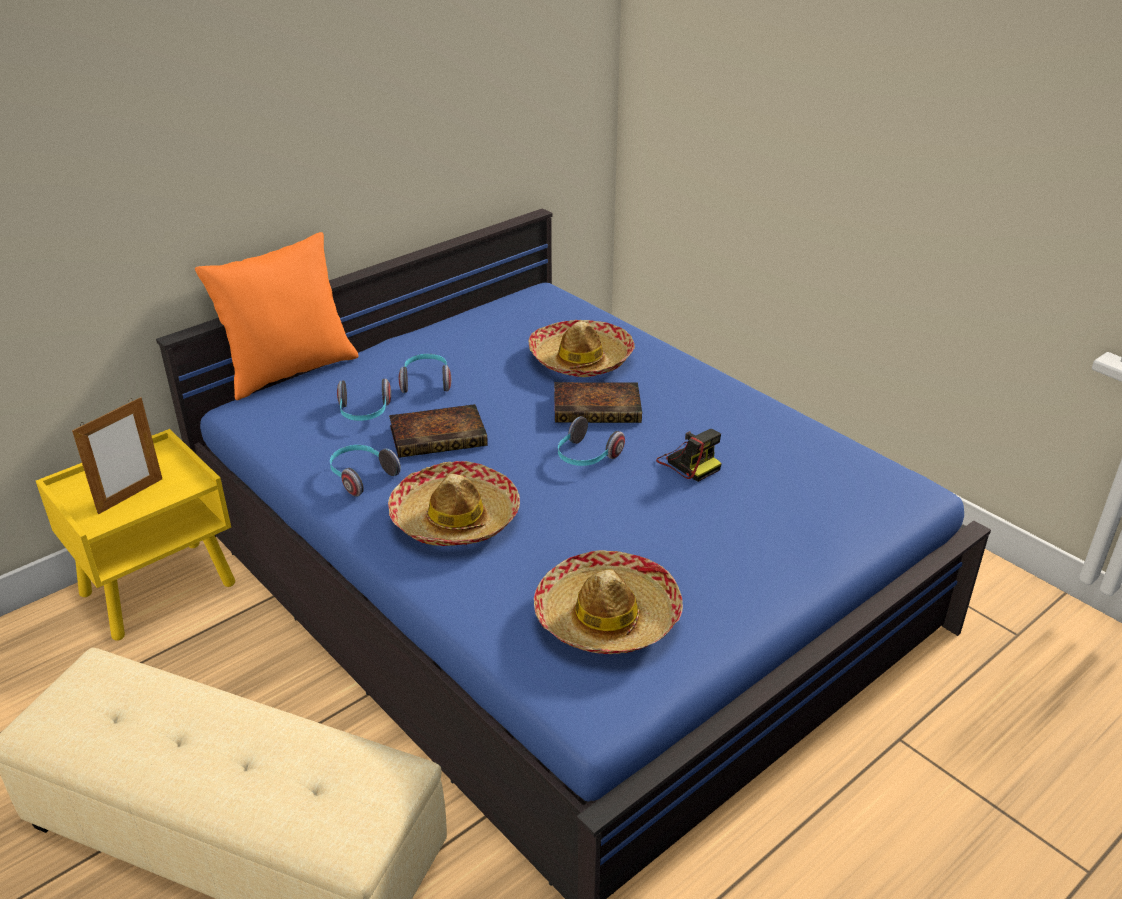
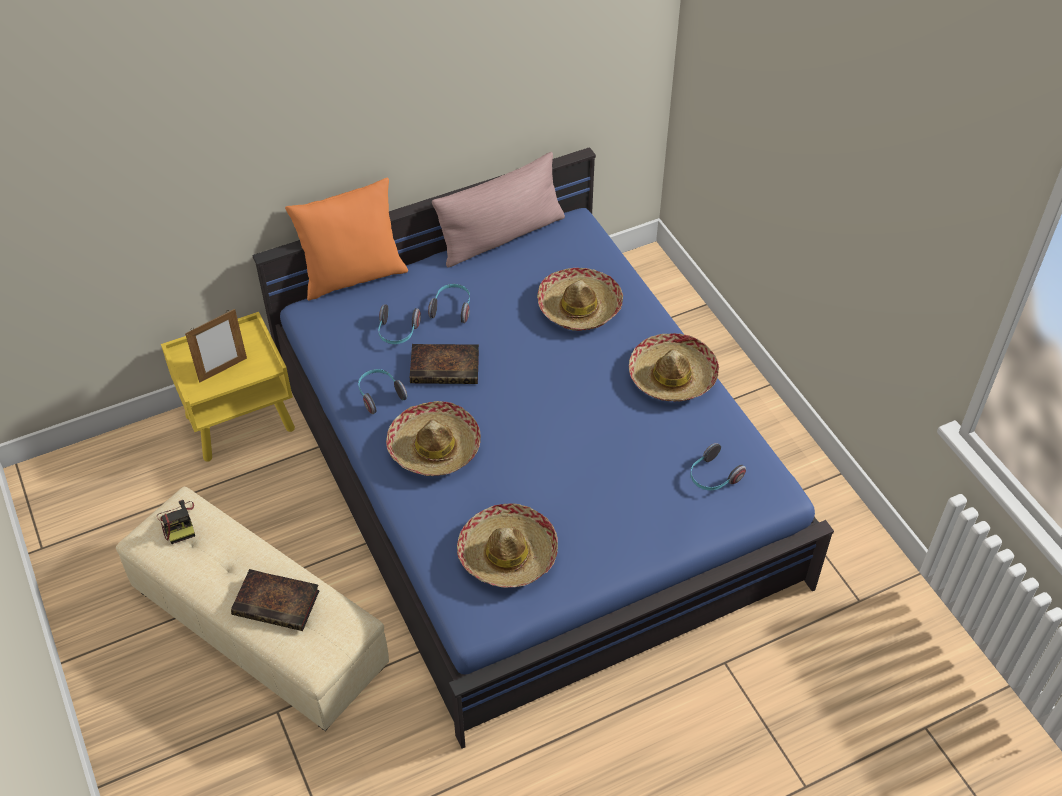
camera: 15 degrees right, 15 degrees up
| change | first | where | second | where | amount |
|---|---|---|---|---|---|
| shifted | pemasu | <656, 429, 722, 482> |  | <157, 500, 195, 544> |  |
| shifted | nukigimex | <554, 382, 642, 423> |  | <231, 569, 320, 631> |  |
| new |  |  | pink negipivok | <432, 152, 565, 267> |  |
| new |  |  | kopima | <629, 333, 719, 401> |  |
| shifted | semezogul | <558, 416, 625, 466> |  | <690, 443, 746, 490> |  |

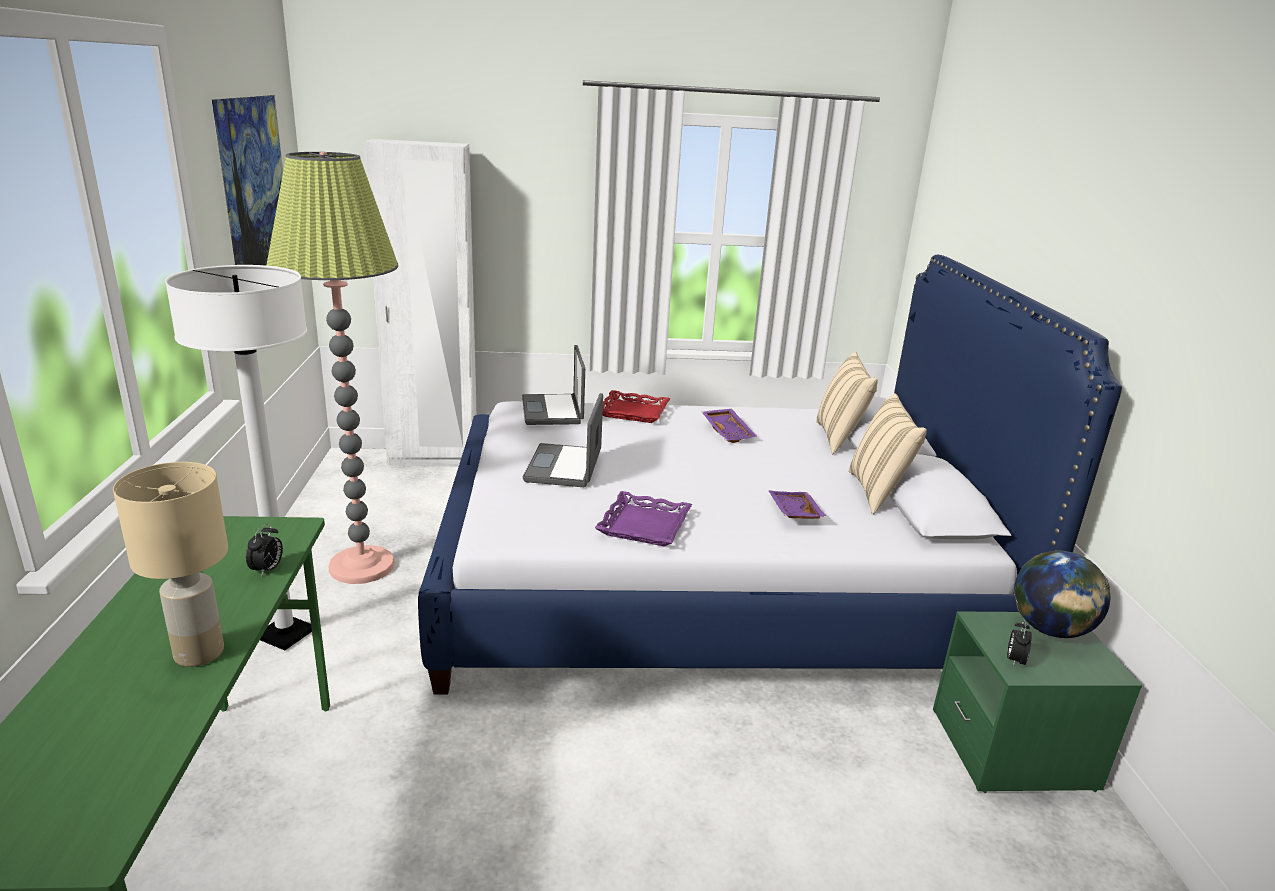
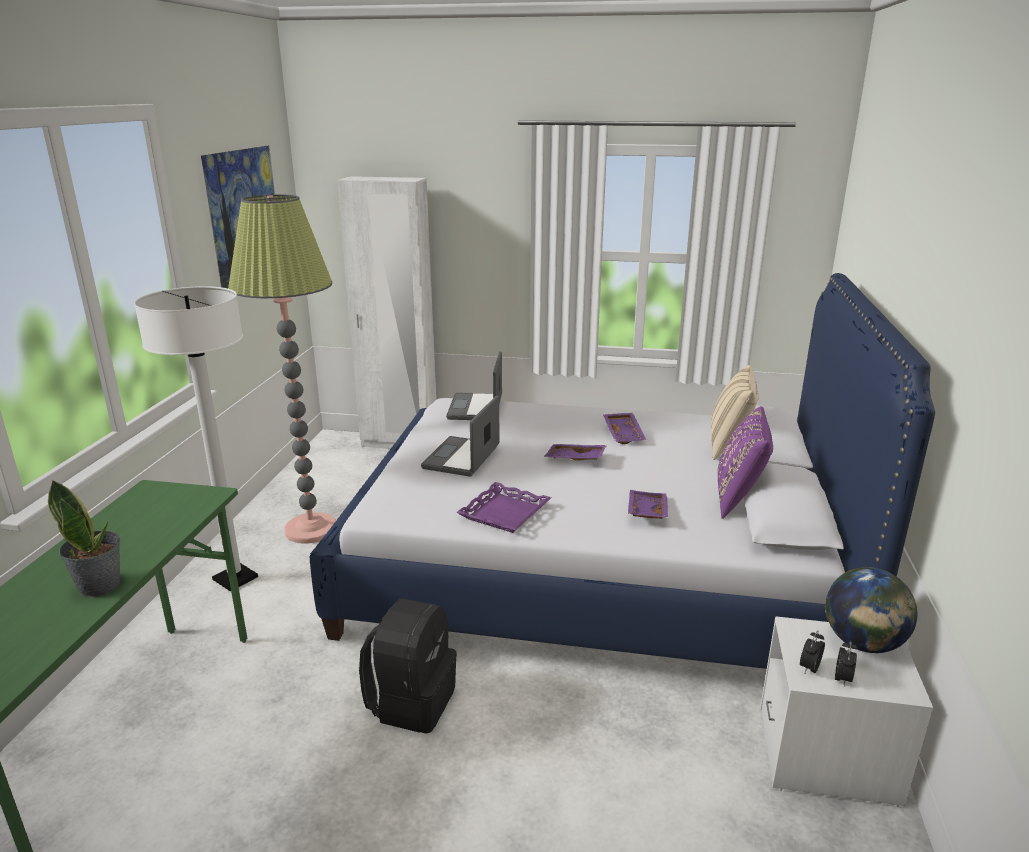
camera: 15 degrees right, 0 degrees up
| change | first | where | second | where | amount |
|---|---|---|---|---|---|
| swapped | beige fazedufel | <113, 462, 228, 667> | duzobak | <48, 479, 121, 597> |  |
| new |  |  | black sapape | <359, 599, 457, 734> |  |
| new |  |  | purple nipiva | <544, 444, 607, 461> |  |
| repainted | beige negipivok | <849, 393, 927, 515> | purple negipivok | <718, 406, 773, 519> |  |
| repainted | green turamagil | <933, 611, 1142, 793> | white turamagil | <760, 616, 933, 807> |  |
| shifted | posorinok | <246, 523, 283, 576> |  | <835, 641, 857, 686> |  |
| gone | red nipiva | <603, 390, 670, 423> |  |  |  |

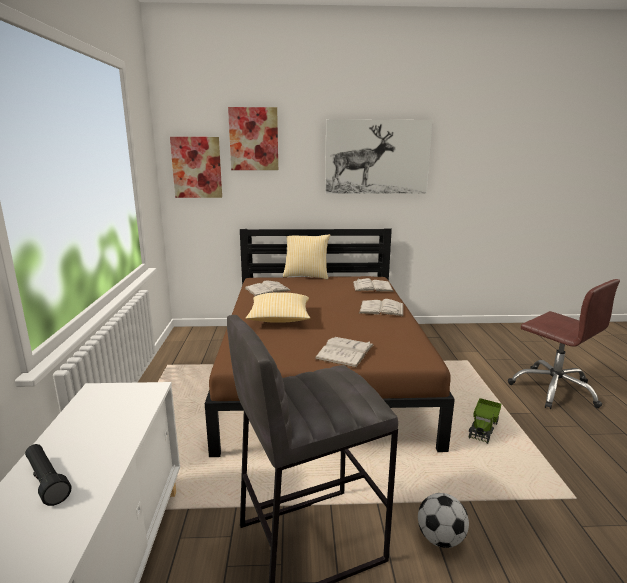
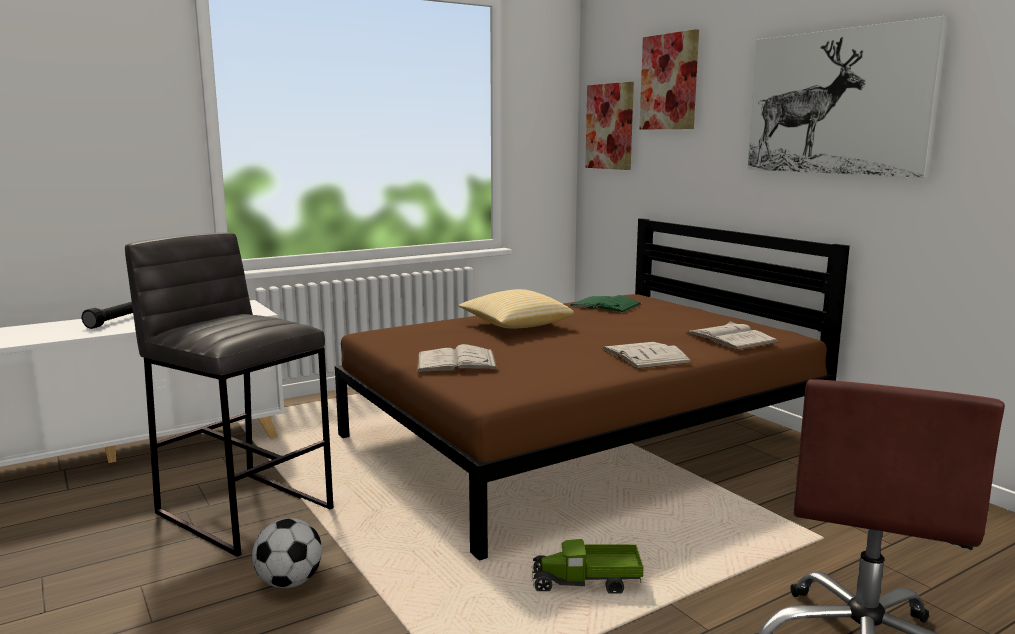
camera: 60 degrees right, 5 degrees down
| change | first | where | second | where | amount |
|---|---|---|---|---|---|
| repainted | white nukigimex | <245, 281, 292, 296> | green nukigimex | <569, 295, 642, 313> |  |
| gone | negipivok | <283, 234, 330, 280> |  |  |  |

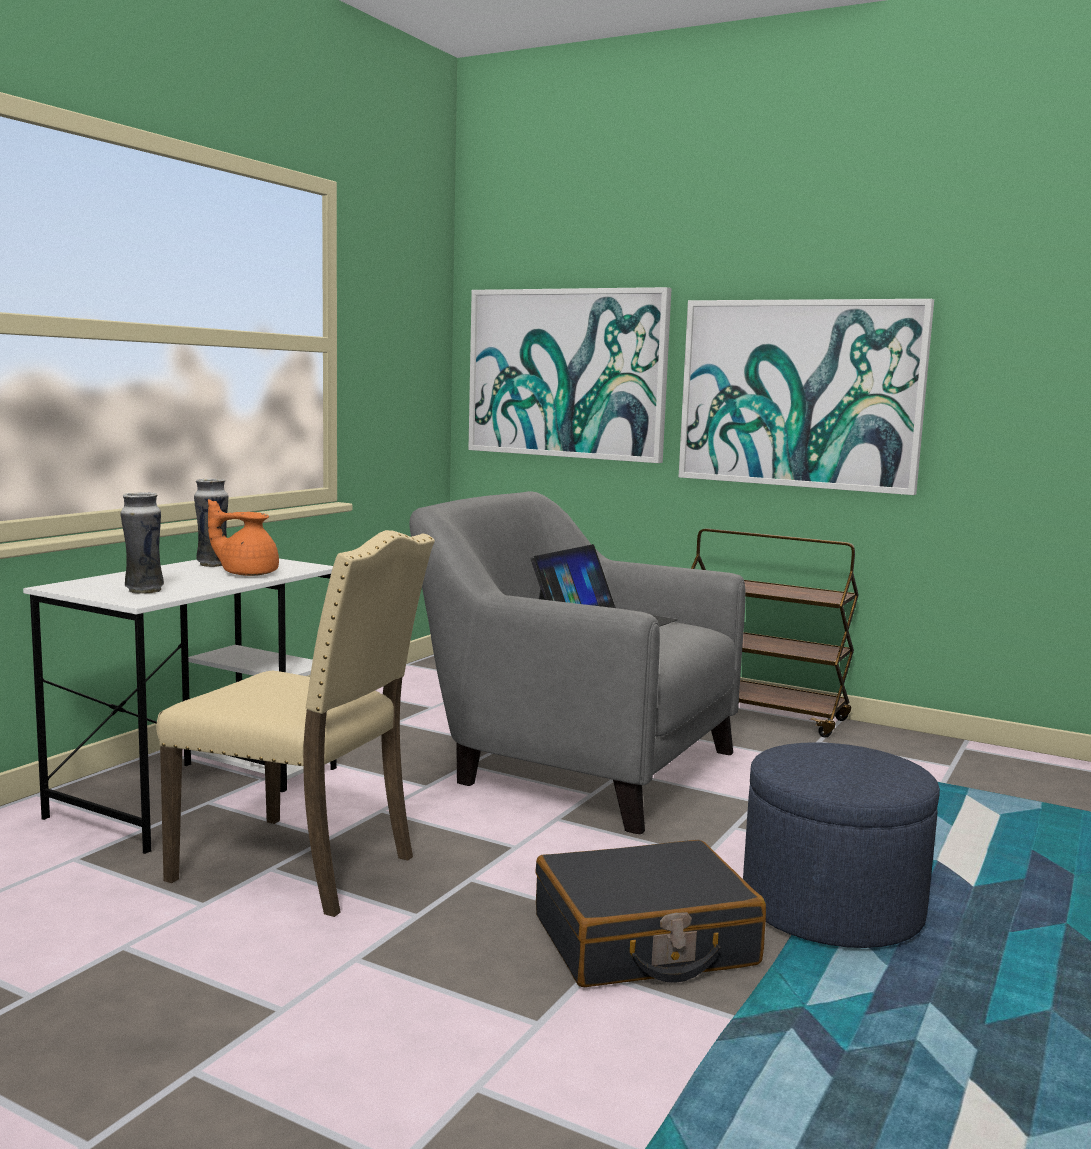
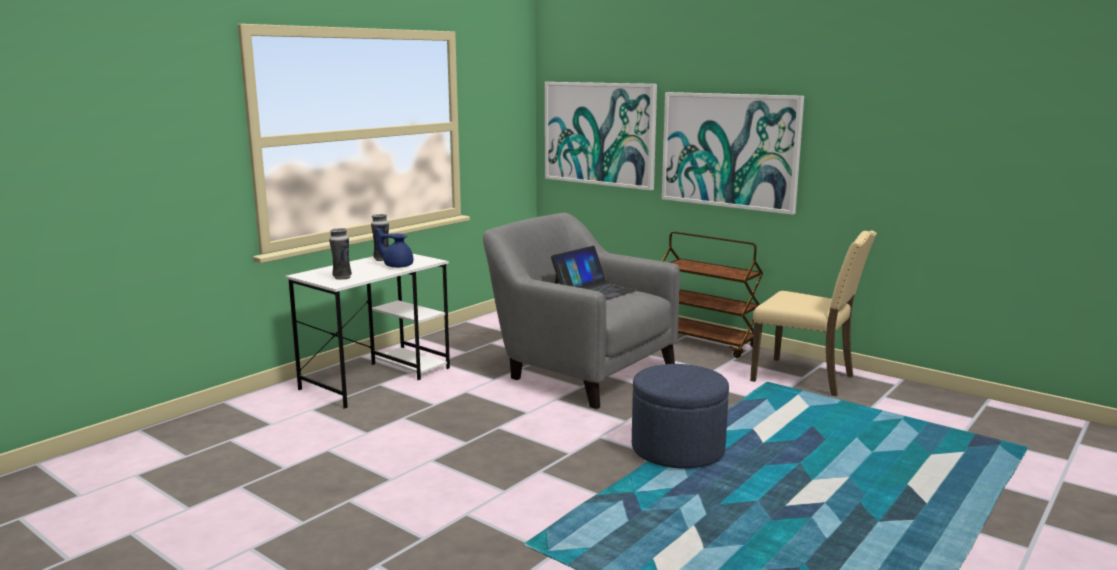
camera: 10 degrees right, 5 degrees up
| change | first | where | second | where | amount |
|---|---|---|---|---|---|
| repainted | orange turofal | <208, 499, 279, 576> | blue turofal | <376, 227, 413, 268> |  |
| shifted | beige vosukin | <156, 530, 435, 917> |  | <750, 230, 877, 396> |  |
| gone | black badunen | <535, 840, 766, 987> |  |  |  |

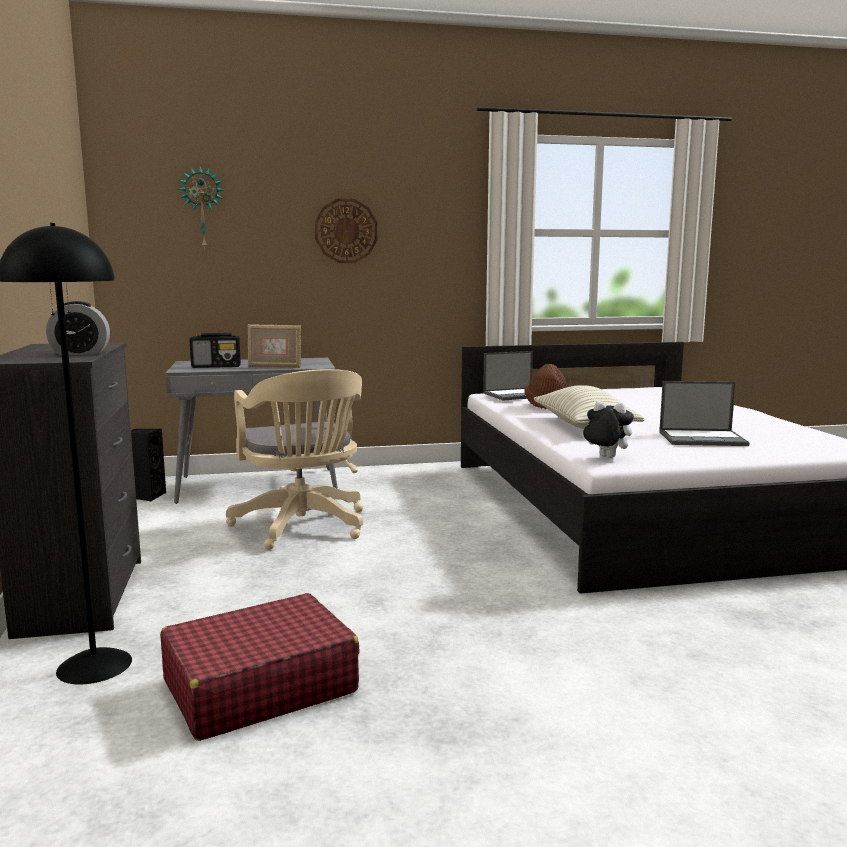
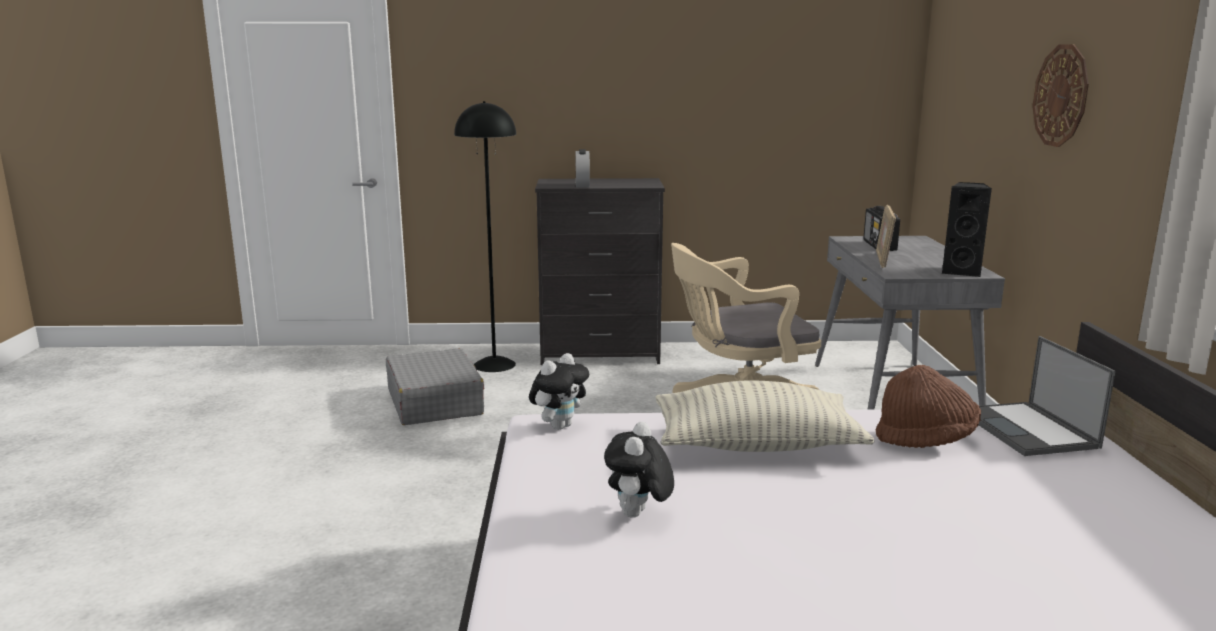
camera: 100 degrees right, 5 degrees up
| change | first | where | second | where | amount |
|---|---|---|---|---|---|
| repainted | red badunen | <160, 593, 360, 741> | grey badunen | <386, 348, 484, 425> |  |
| swapped | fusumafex | <659, 381, 750, 446> | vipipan | <604, 422, 674, 518> |  |
| shifted | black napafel | <131, 429, 166, 502> |  | <942, 182, 992, 277> |  |
| gone | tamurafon | <179, 166, 224, 250> |  |  |  |

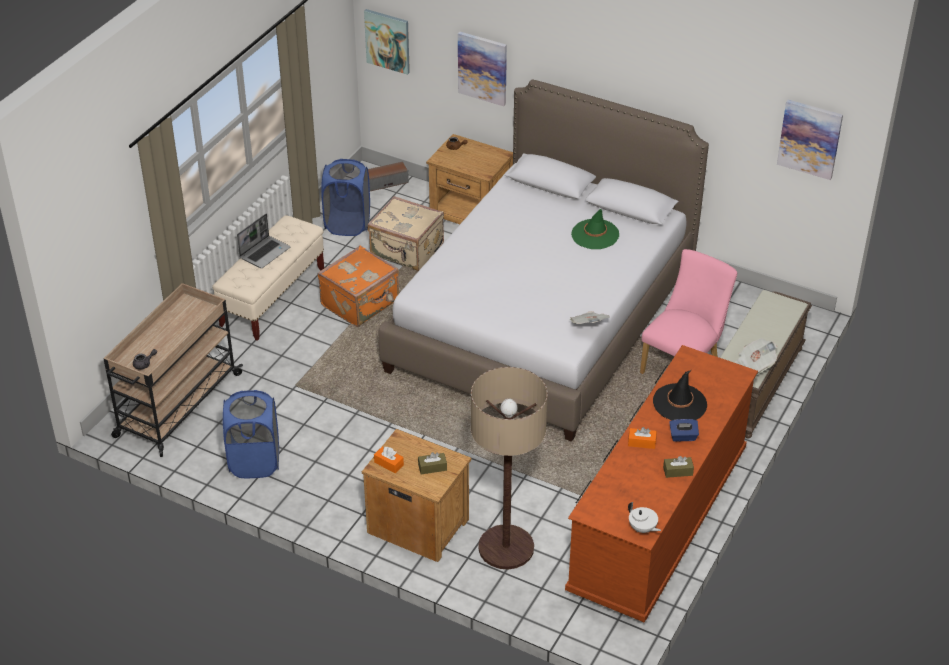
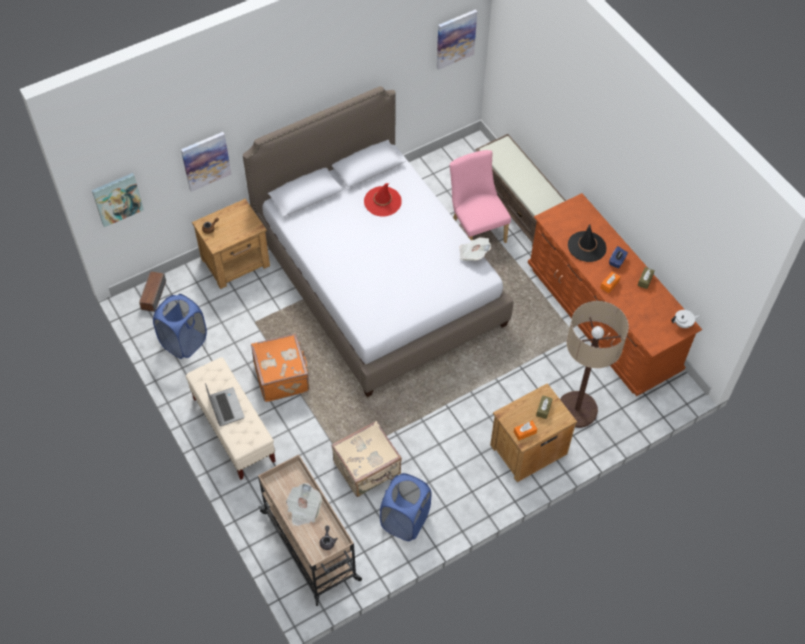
camera: 60 degrees left, 15 degrees up
| change | first | where | second | where | amount |
|---|---|---|---|---|---|
| shifted | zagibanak | <734, 338, 777, 375> |  | <286, 483, 322, 526> |  |
| shifted | beige badunen | <368, 196, 444, 271> |  | <331, 421, 402, 497> |  |
| repainted | green kopima | <571, 209, 619, 249> | red kopima | <364, 183, 402, 217> |  |

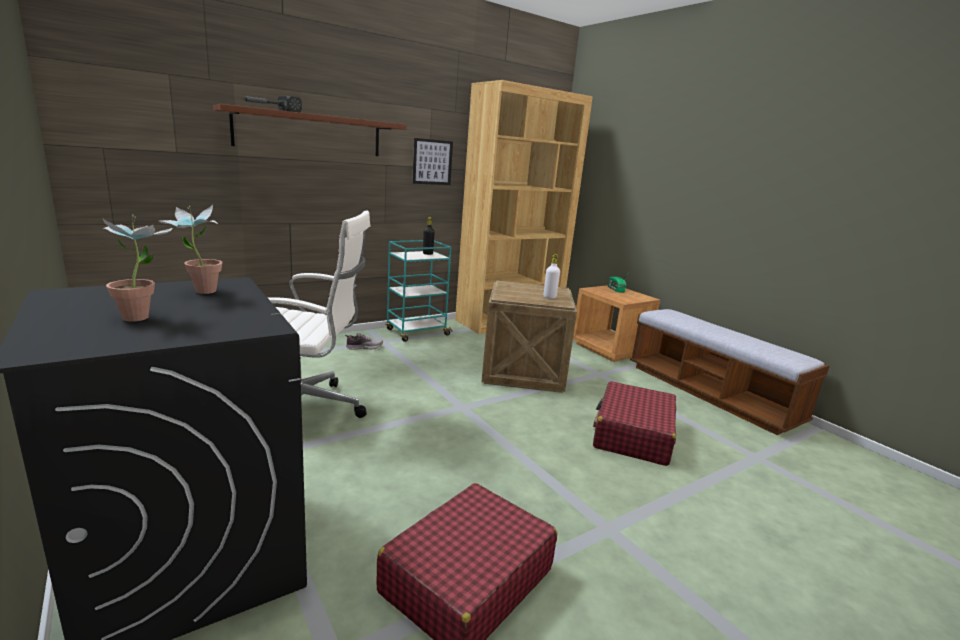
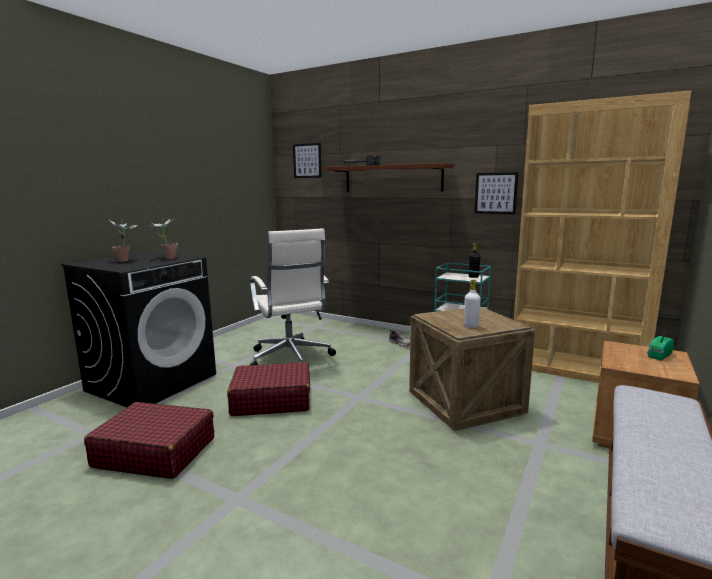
camera: 65 degrees right, 5 degrees down
| change | first | where | second | where | amount |
|---|---|---|---|---|---|
| shifted | red badunen | <593, 381, 676, 466> |  | <227, 362, 310, 416> |  |
| new |  |  | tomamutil | <293, 143, 322, 178> |  |

